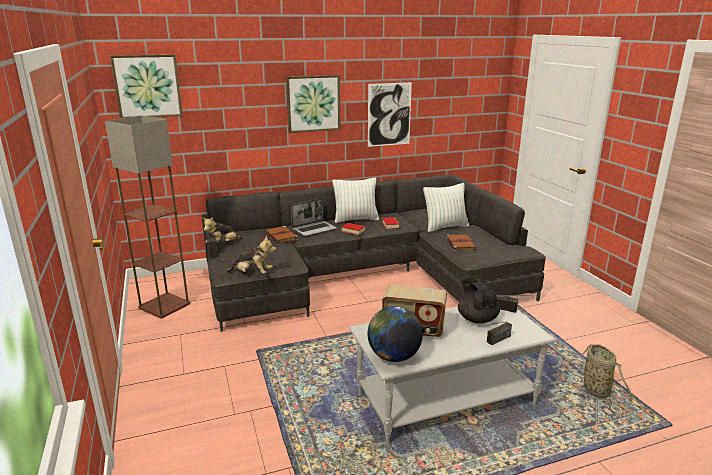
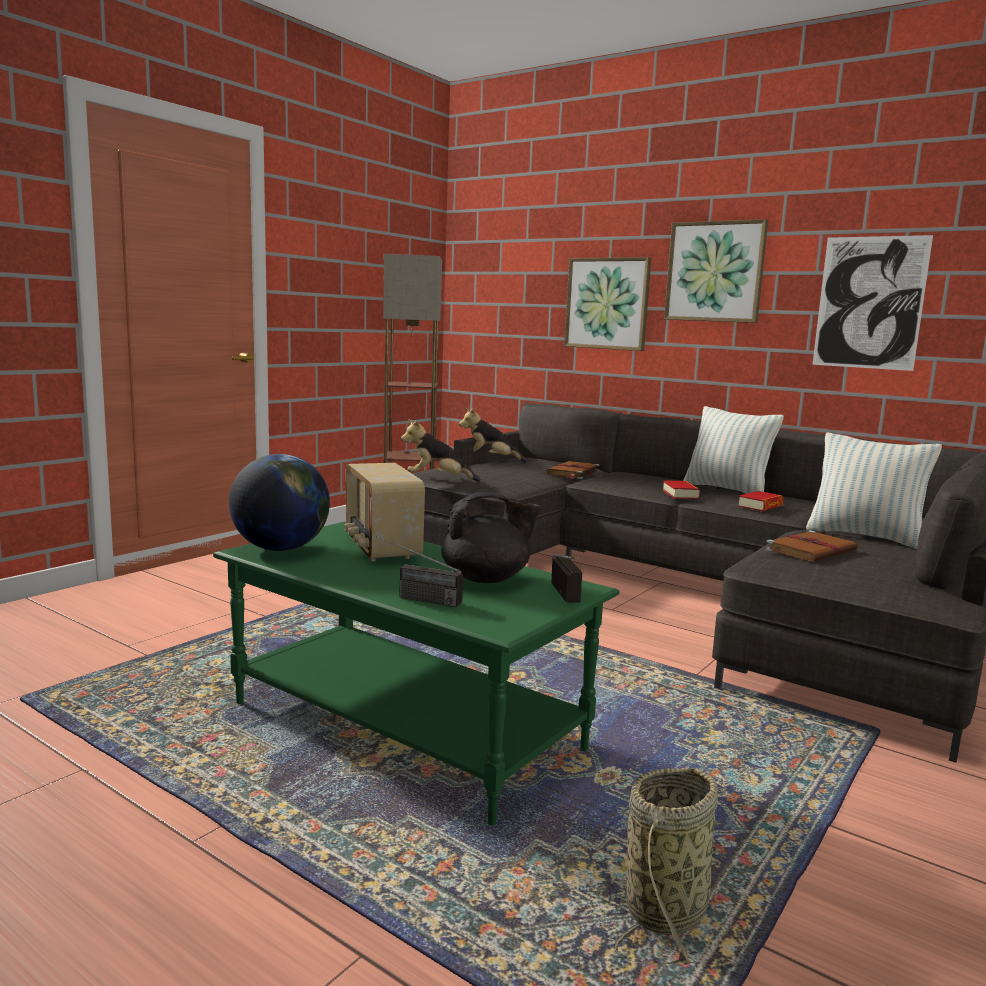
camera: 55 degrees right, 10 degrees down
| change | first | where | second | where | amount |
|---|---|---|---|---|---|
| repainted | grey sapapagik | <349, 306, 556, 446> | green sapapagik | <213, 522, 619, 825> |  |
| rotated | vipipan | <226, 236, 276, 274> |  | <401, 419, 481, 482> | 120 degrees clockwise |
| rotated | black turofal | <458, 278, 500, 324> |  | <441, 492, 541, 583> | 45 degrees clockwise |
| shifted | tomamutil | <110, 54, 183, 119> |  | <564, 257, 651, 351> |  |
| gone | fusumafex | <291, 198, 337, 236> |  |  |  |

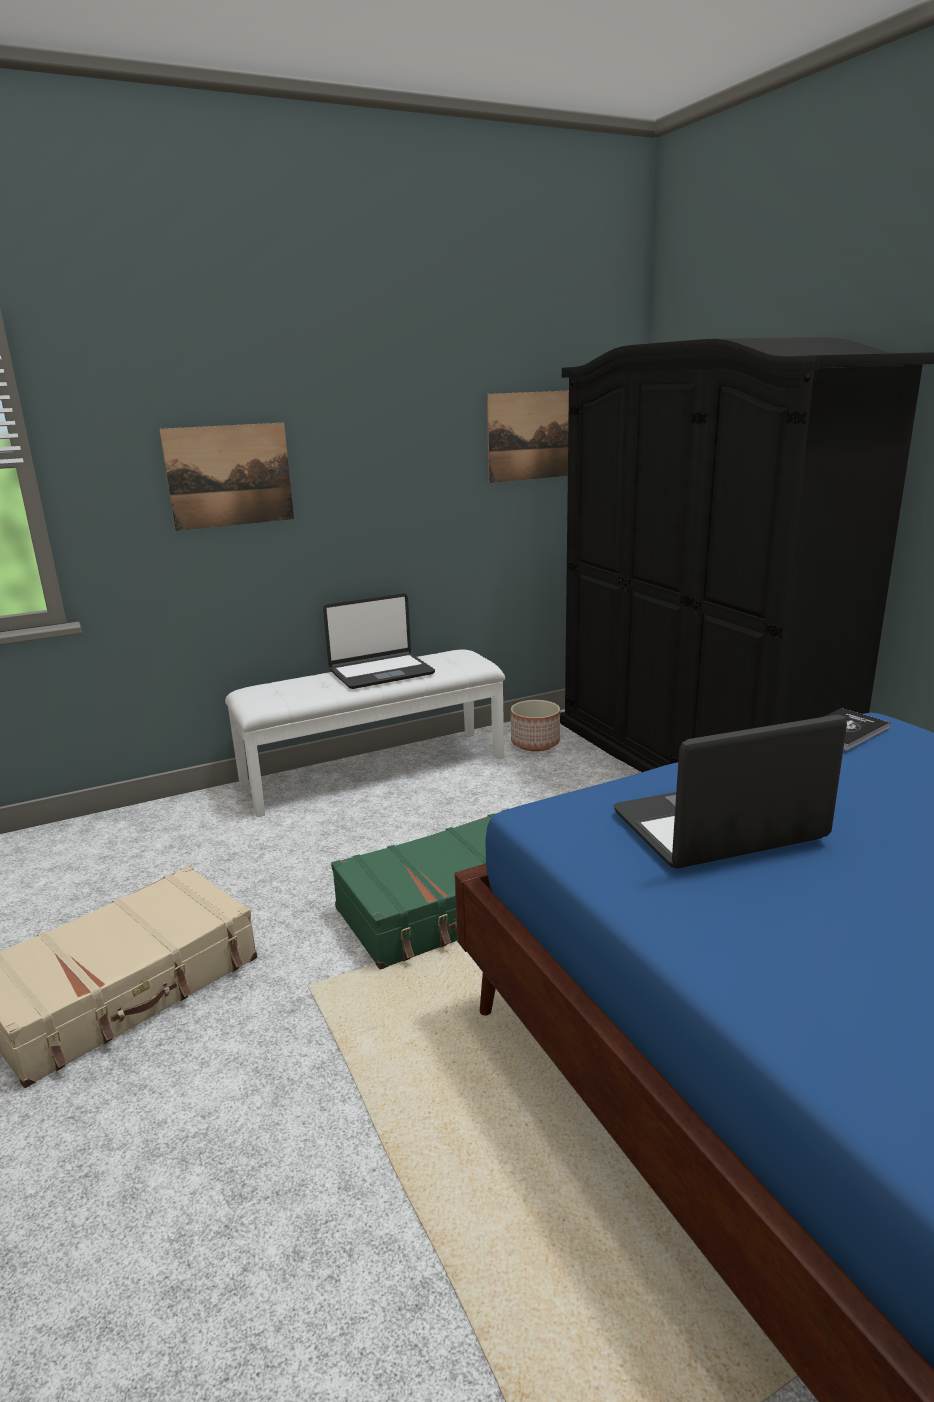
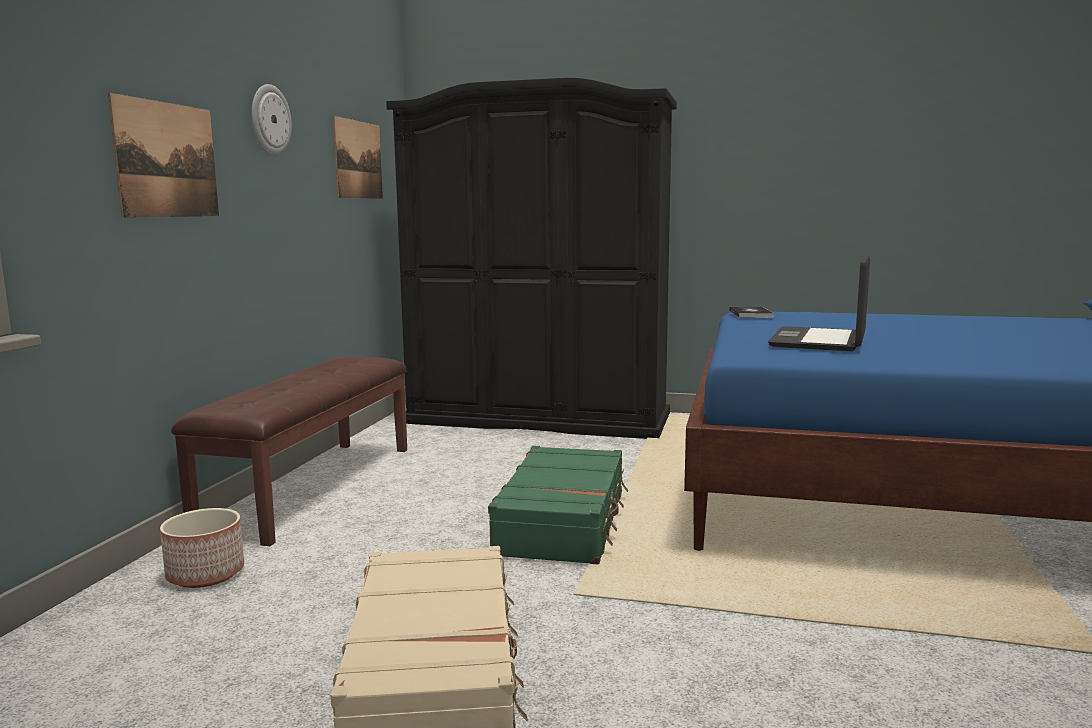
camera: 50 degrees left, 10 degrees down
| change | first | where | second | where | amount |
|---|---|---|---|---|---|
| shifted | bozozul | <511, 700, 560, 751> |  | <160, 508, 244, 588> |  |
| repainted | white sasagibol | <225, 649, 505, 817> | brown sasagibol | <171, 357, 407, 546> |  |
| new |  |  | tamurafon | <251, 84, 292, 155> |  |
| gone | fusumafex | <323, 593, 435, 689> |  |  |  |

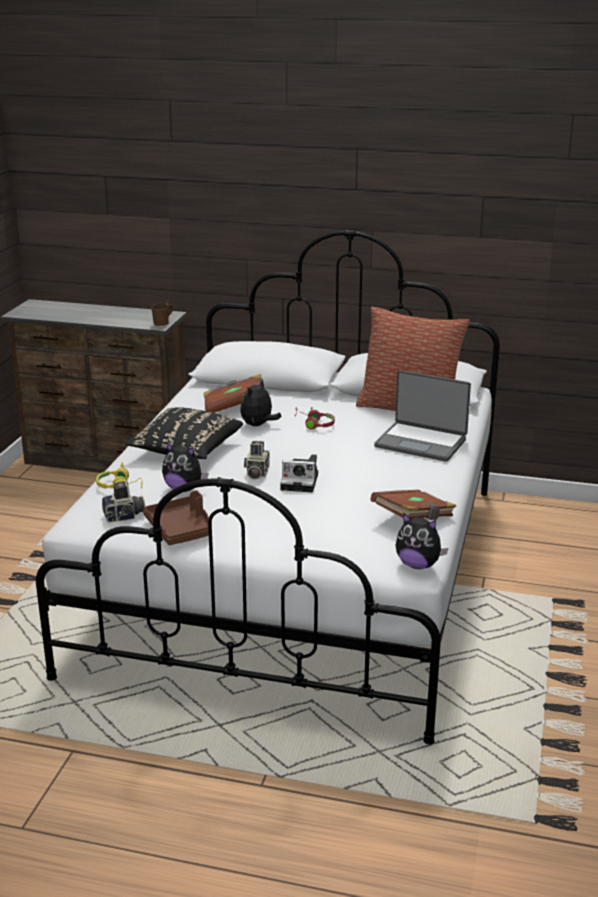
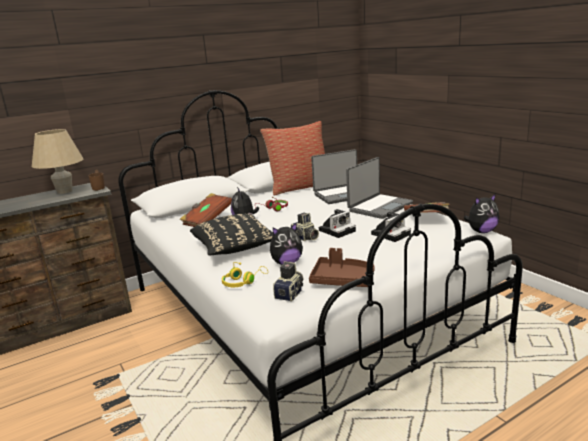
camera: 45 degrees left, 5 degrees down
| change | first | where | second | where | amount |
|---|---|---|---|---|---|
| new |  |  | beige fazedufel | <32, 129, 83, 194> |  |
| new |  |  | fusumafex | <346, 157, 413, 219> |  |
| new |  |  | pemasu | <371, 212, 411, 242> |  |

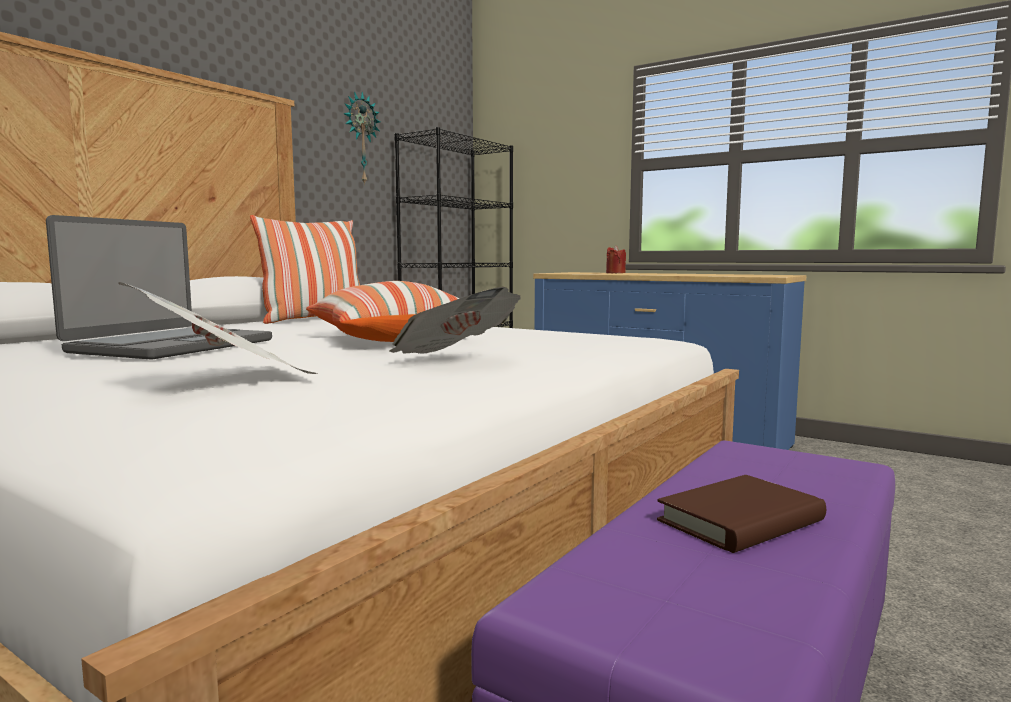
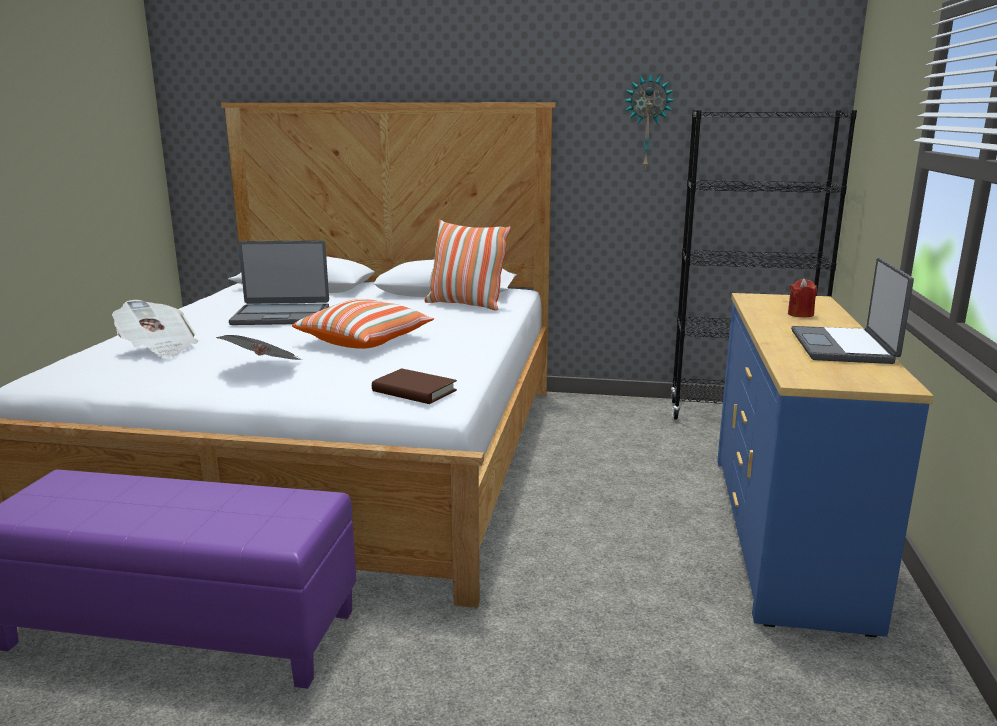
camera: 65 degrees right, 10 degrees up
| change | first | where | second | where | amount |
|---|---|---|---|---|---|
| shifted | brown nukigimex | <657, 475, 826, 553> |  | <372, 368, 457, 404> |  |
| new |  |  | fusumafex | <791, 258, 914, 364> |  |

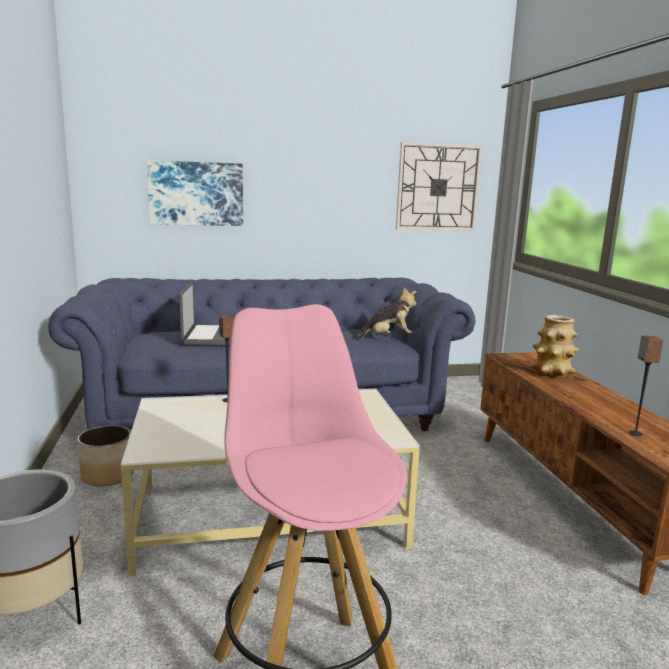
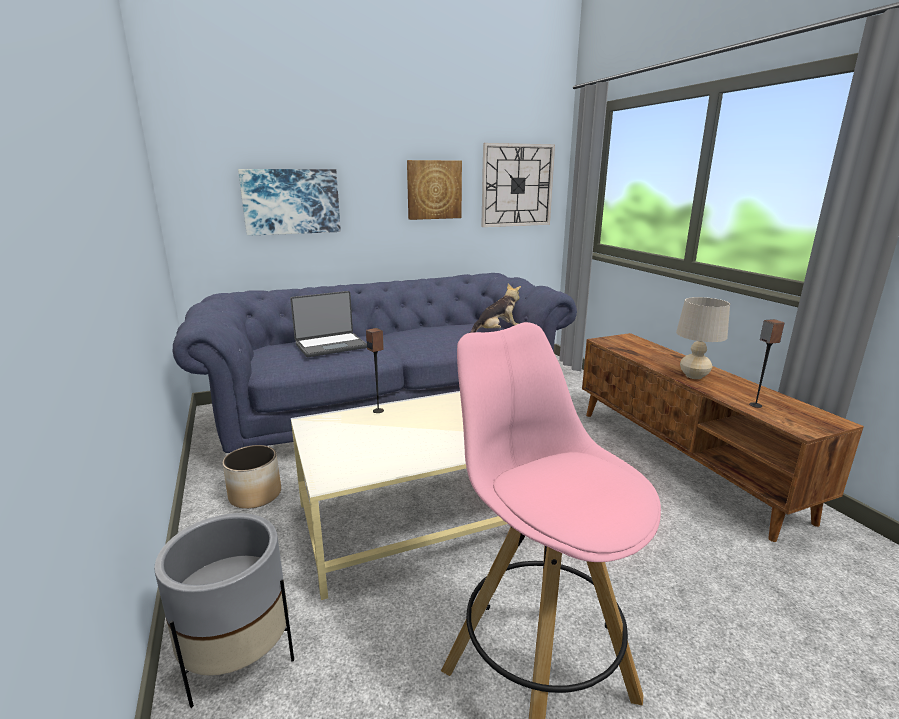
camera: 10 degrees left, 5 degrees up
| change | first | where | second | where | amount |
|---|---|---|---|---|---|
| rotated | fusumafex | <179, 282, 231, 345> |  | <290, 291, 367, 357> | 75 degrees clockwise |
| new |  |  | tomamutil | <407, 160, 462, 220> |  |
| new |  |  | beige fazedufel | <676, 297, 730, 379> |  |
| gone | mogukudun | <530, 315, 579, 378> |  |  |  |

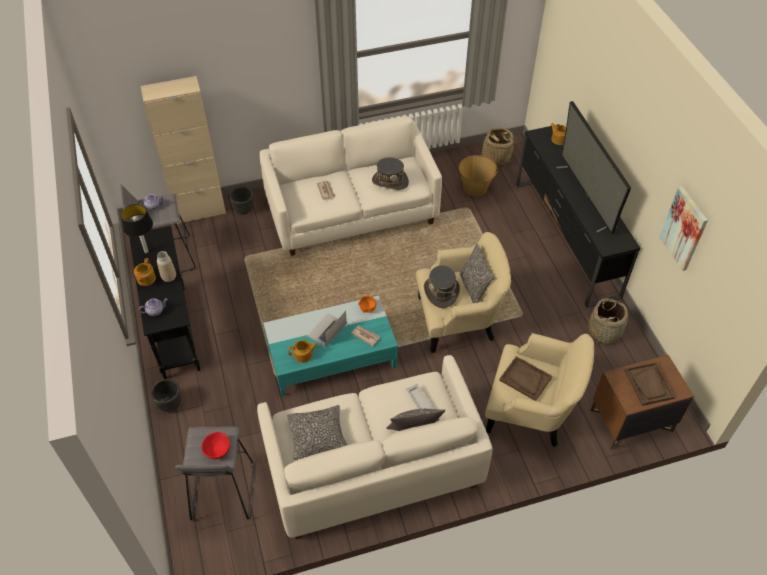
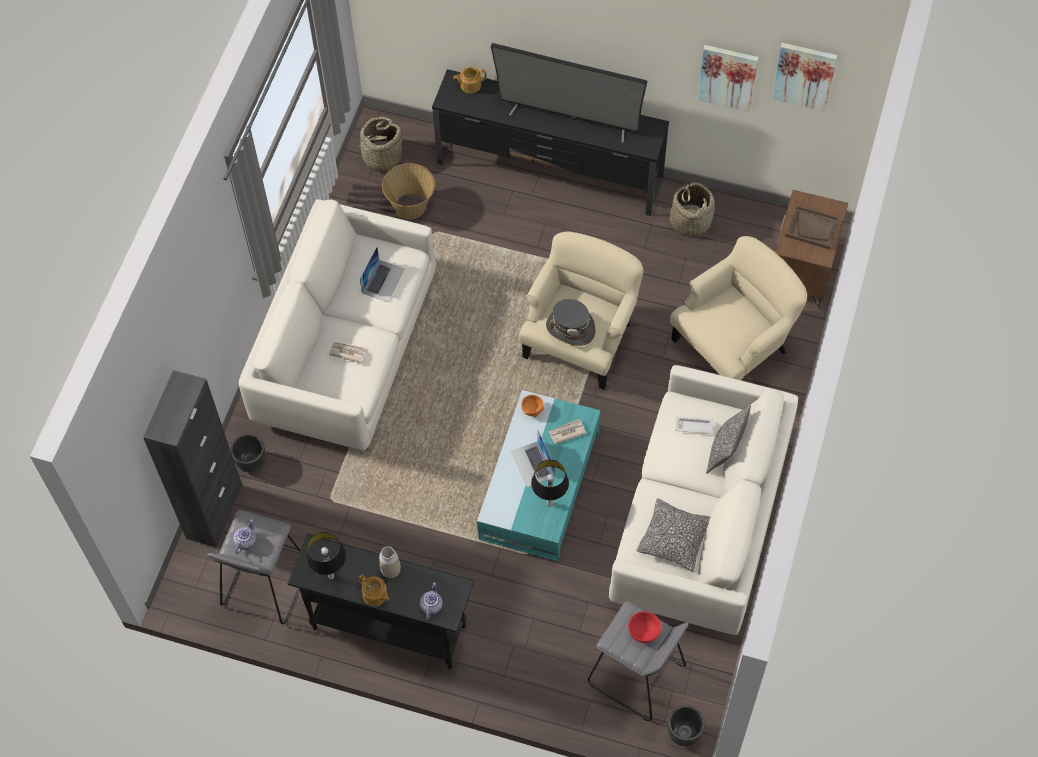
camera: 55 degrees left, 10 degrees up
| change | first | where | second | where | amount |
|---|---|---|---|---|---|
| repainted | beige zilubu | <141, 76, 226, 224> | black zilubu | <143, 370, 242, 547> |  |
| swapped | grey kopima | <372, 157, 409, 190> | fusumafex | <360, 247, 405, 302> |  |
| swapped | turofal | <288, 340, 317, 363> | fazedufel | <531, 460, 569, 507> |  |
| shifted | black bozozul | <151, 379, 182, 412> |  | <668, 705, 705, 747> |  |
| new |  |  | tomamutil | <772, 43, 838, 112> |  |
| gone | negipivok | <460, 243, 494, 303> |  |  |  |
| gone | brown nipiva | <499, 356, 552, 401> |  |  |  |

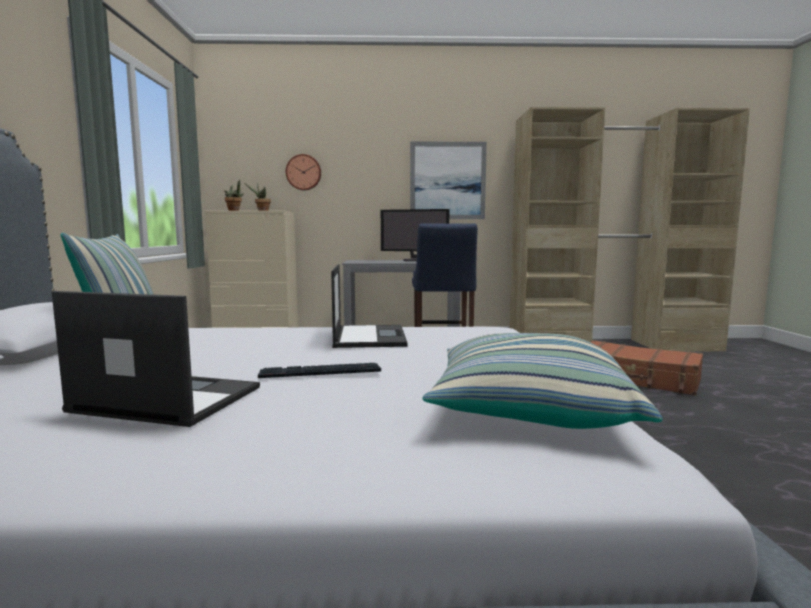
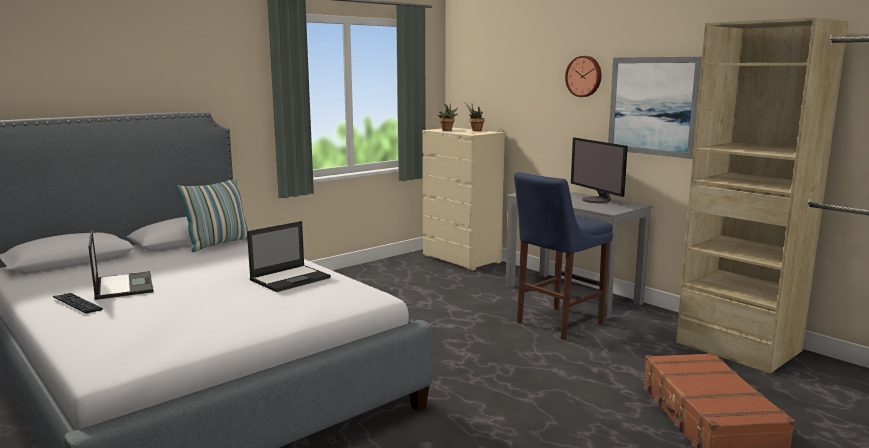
camera: 50 degrees right, 5 degrees up
| change | first | where | second | where | amount |
|---|---|---|---|---|---|
| shifted | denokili | <258, 363, 381, 378> |  | <53, 293, 103, 313> |  |
| shifted | tamurafon | <286, 154, 321, 190> |  | <565, 56, 602, 97> |  |
| gone | negipivok | <423, 333, 663, 429> |  |  |  |

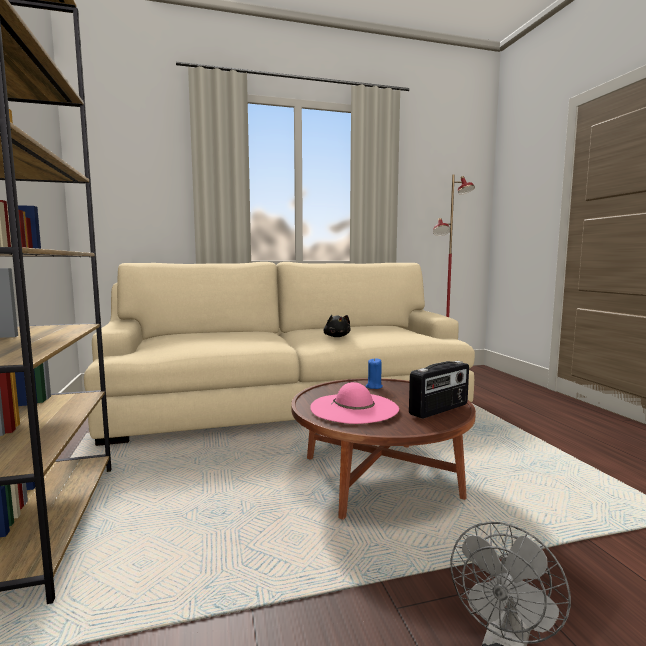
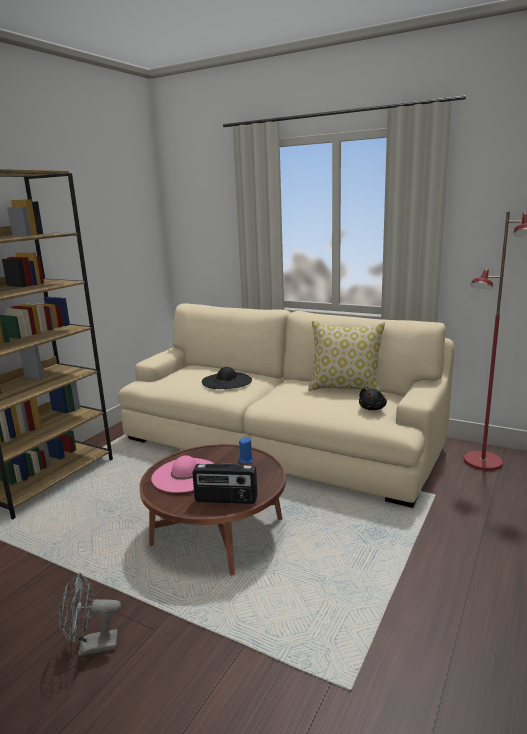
camera: 45 degrees right, 10 degrees up
| change | first | where | second | where | amount |
|---|---|---|---|---|---|
| new |  |  | black kopima | <202, 367, 252, 389> |  |
| new |  |  | negipivok | <308, 321, 385, 392> |  |
| shifted | black vipipan | <323, 315, 351, 337> |  | <359, 388, 387, 410> |  |

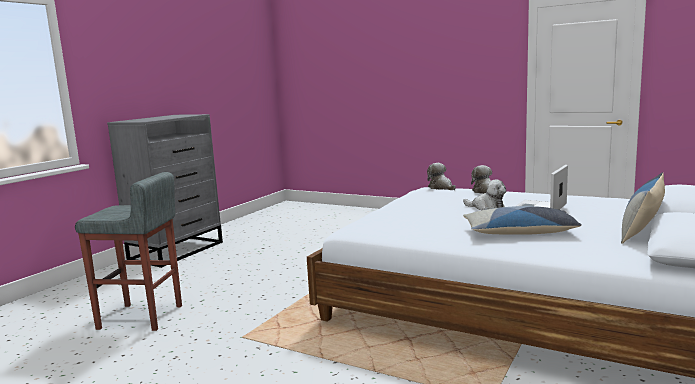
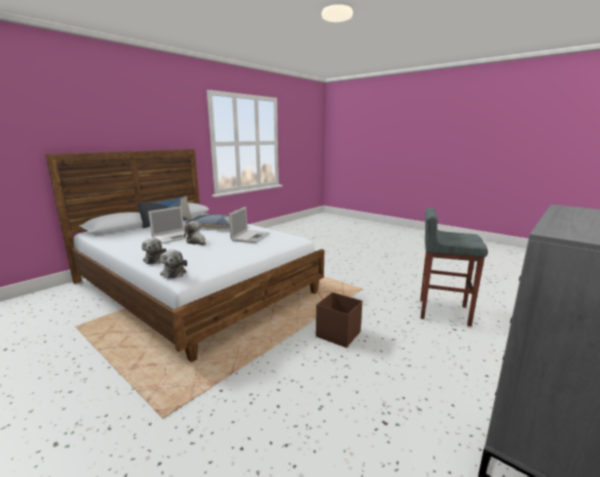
camera: 170 degrees left, 5 degrees up
| change | first | where | second | where | amount |
|---|---|---|---|---|---|
| new |  |  | fusumafex | <229, 207, 270, 243> |  |
| new |  |  | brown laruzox | <316, 292, 362, 348> |  |

